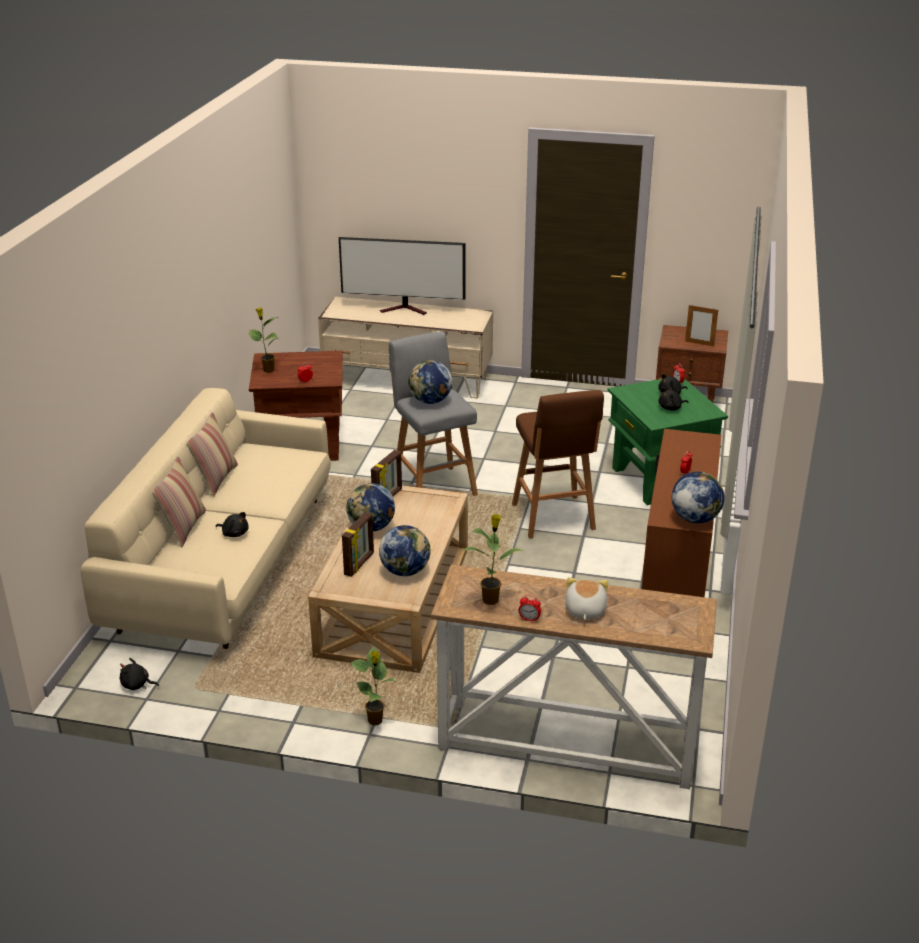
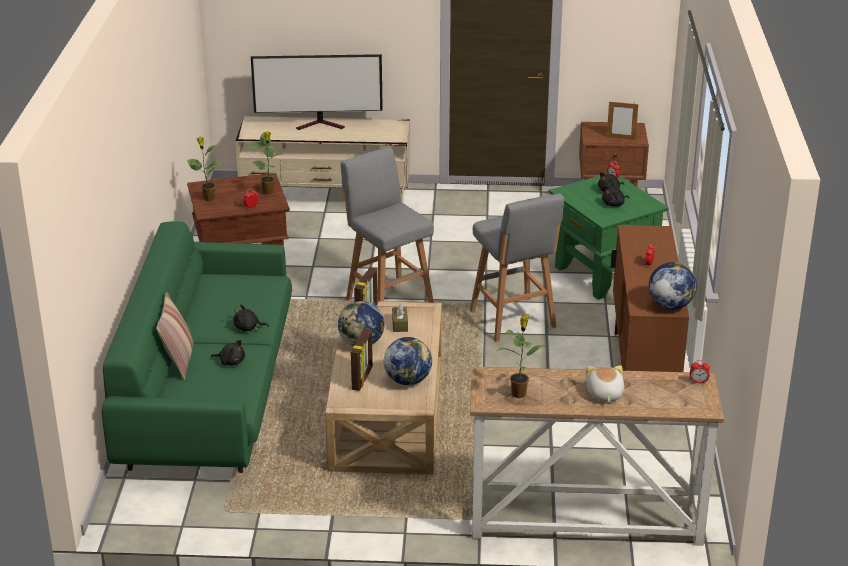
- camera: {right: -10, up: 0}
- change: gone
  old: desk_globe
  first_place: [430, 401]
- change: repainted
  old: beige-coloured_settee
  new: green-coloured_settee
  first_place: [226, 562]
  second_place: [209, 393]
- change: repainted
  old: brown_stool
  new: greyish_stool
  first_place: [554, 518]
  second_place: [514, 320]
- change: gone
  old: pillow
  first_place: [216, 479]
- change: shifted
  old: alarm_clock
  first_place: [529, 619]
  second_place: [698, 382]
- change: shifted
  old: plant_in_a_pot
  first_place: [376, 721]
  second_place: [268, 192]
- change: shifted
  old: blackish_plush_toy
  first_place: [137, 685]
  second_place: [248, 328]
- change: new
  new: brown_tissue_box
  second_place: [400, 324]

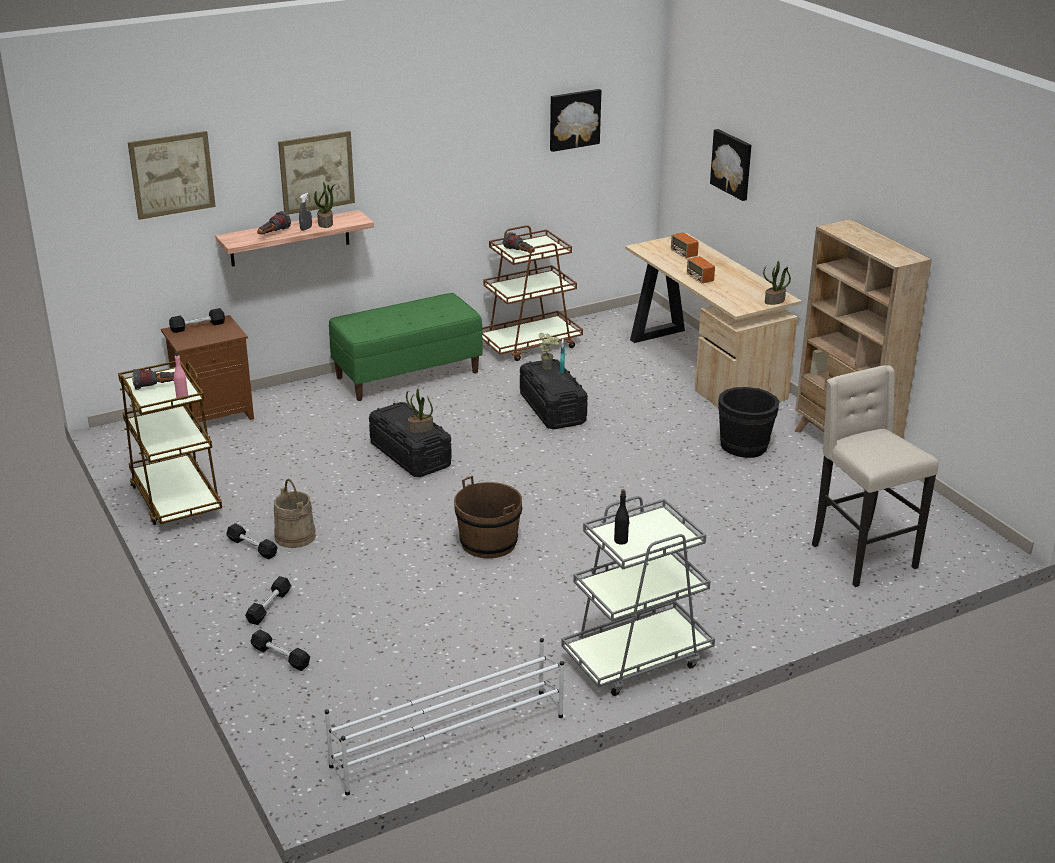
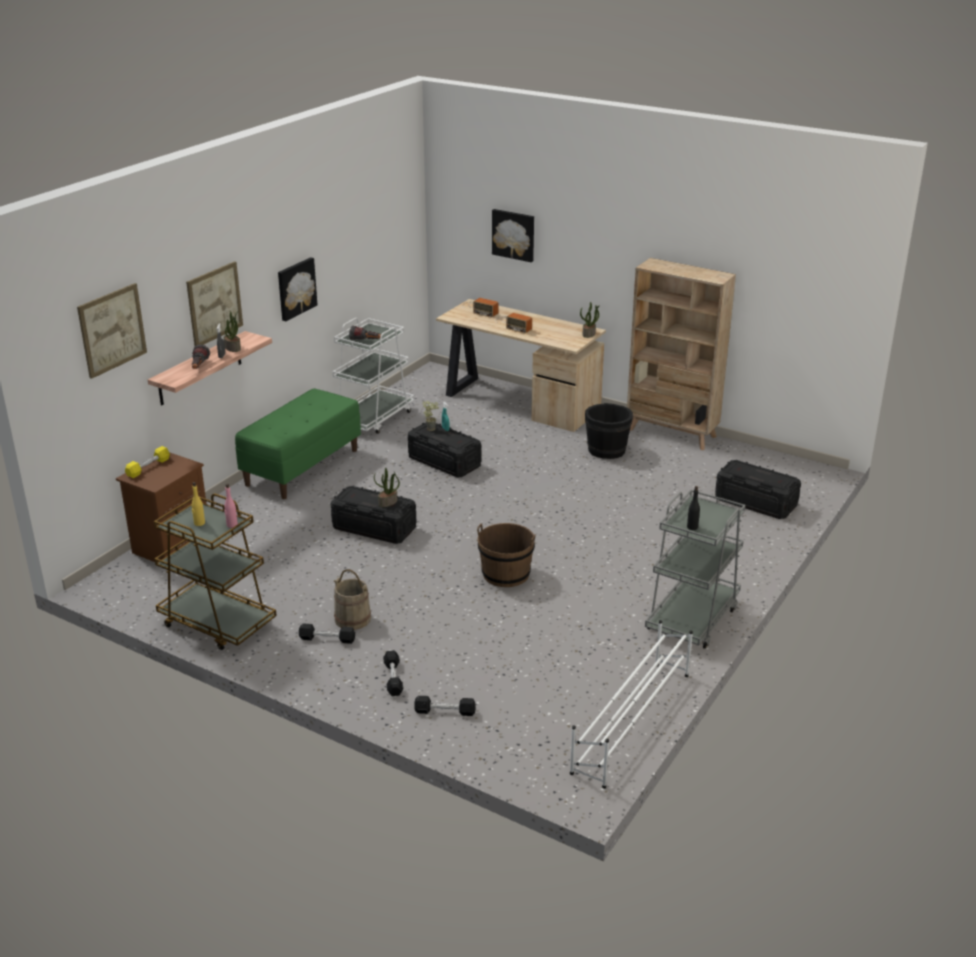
- camera: {right: -30, up: 0}
- change: shifted
  old: wall_picture
  first_place: [574, 119]
  second_place: [296, 288]
- change: repainted
  old: brown_wheeled_cart
  new: whitish_wheeled_cart
  first_place: [530, 344]
  second_place: [374, 418]
- change: repainted
  old: blackish_free_weight
  new: yellow-coloured_free_weight
  first_place: [198, 326]
  second_place: [148, 467]
- change: swapped
  old: beige-coloured_stool
  new: blackish_storage_container
  first_place: [860, 556]
  second_place: [755, 502]
- change: swapped
  old: flashlight
  new: yellow-coloured_drink_bottle
  first_place: [157, 387]
  second_place: [199, 523]

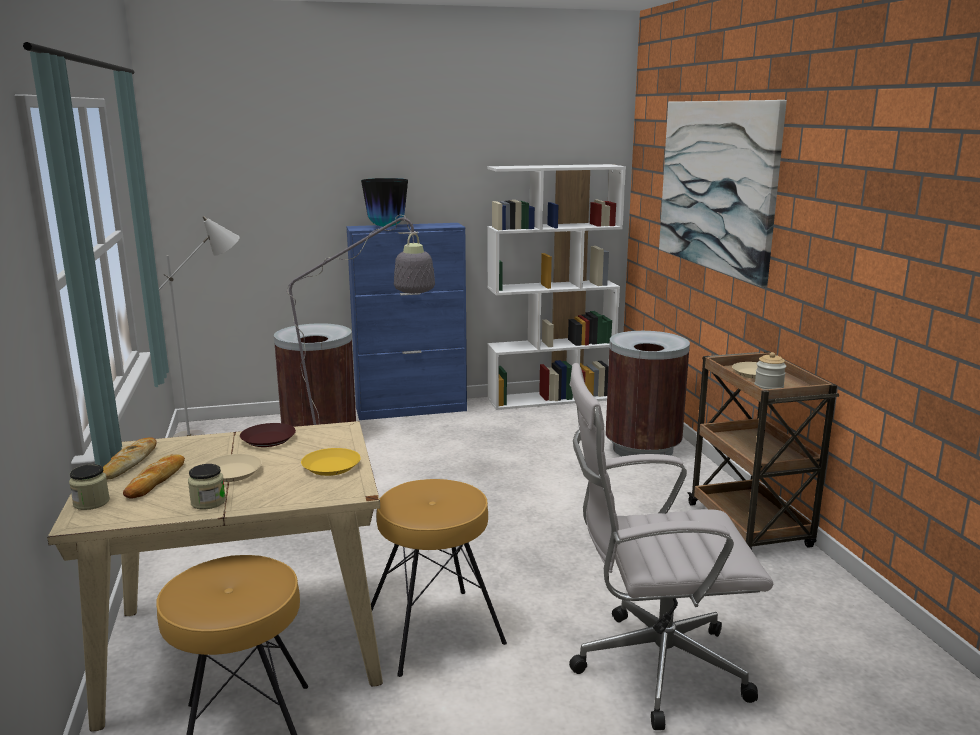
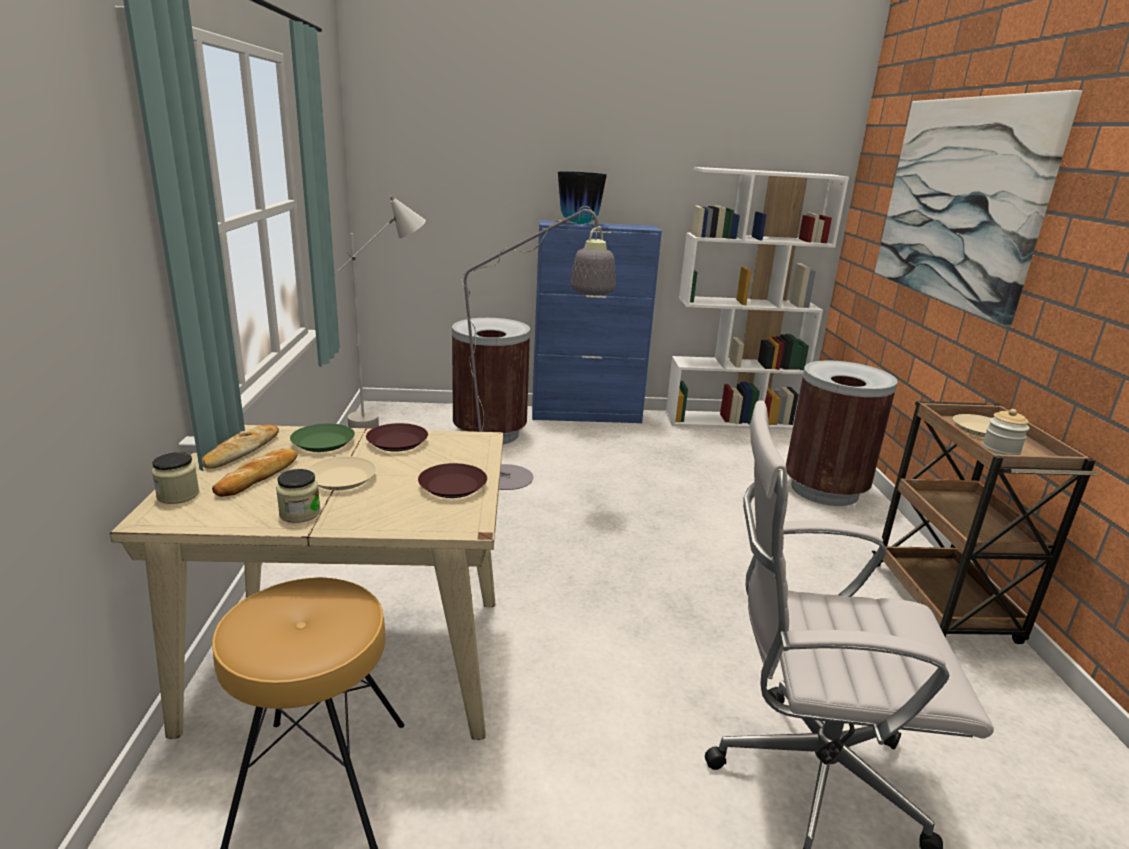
- camera: {right: 10, up: 5}
- change: repainted
  old: yellow-coloured_flat_dish
  new: brown_flat_dish
  first_place: [330, 466]
  second_place: [452, 486]
- change: gone
  old: brown_stool
  first_place: [434, 631]
- change: new
  new: green-coloured_flat_dish
  second_place: [322, 443]

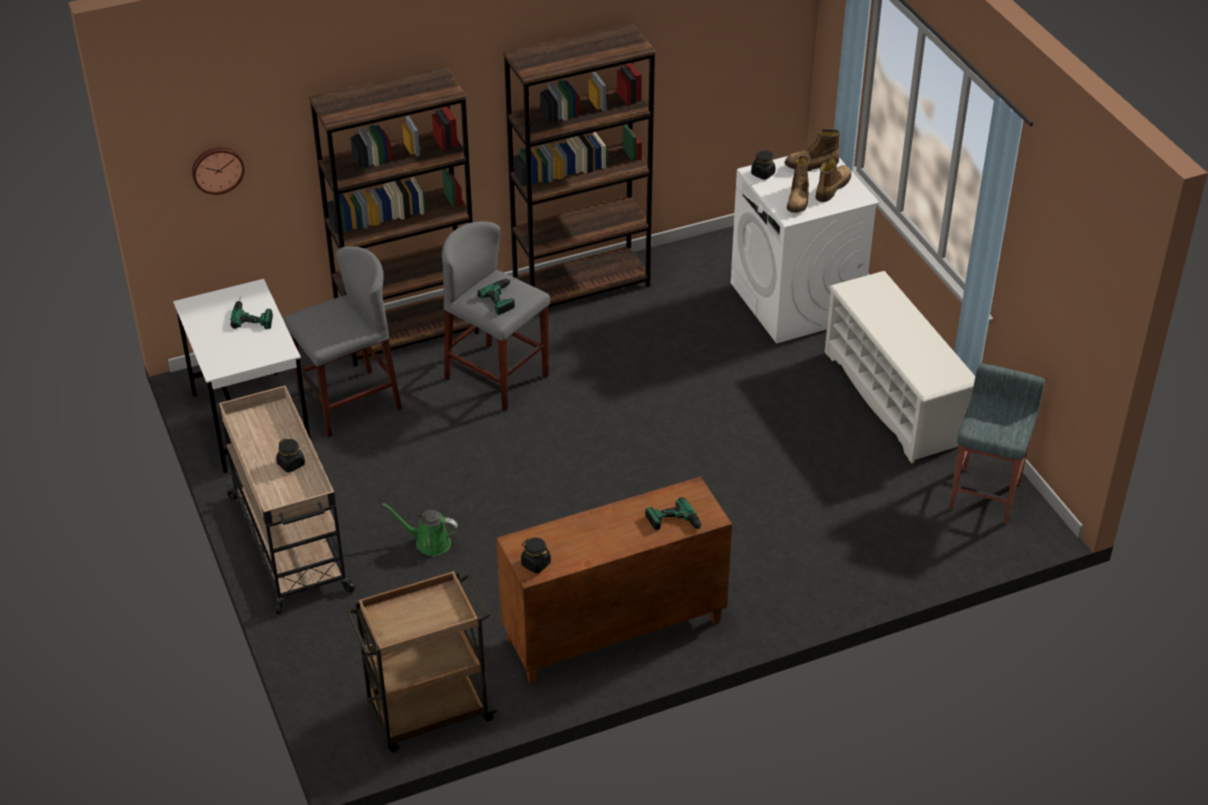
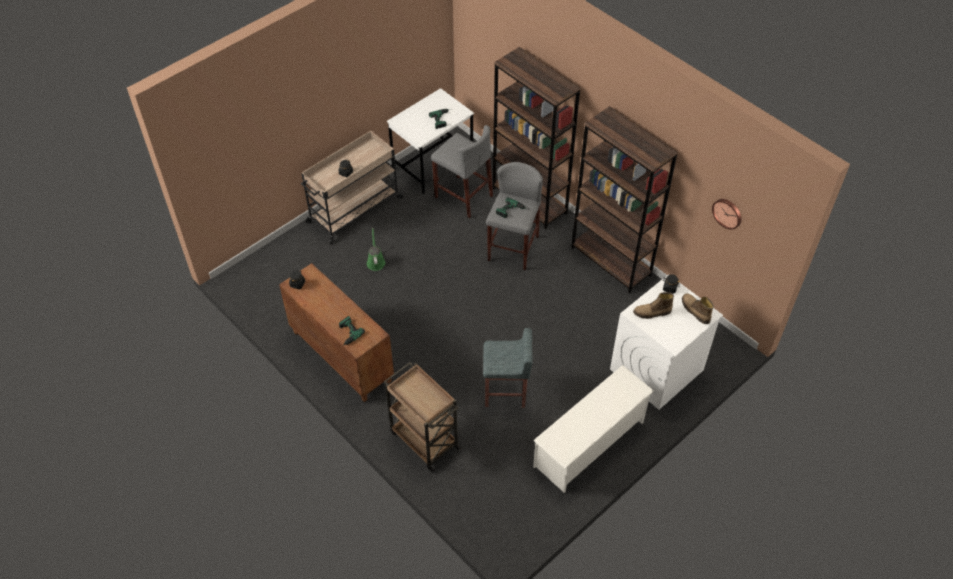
- camera: {right: 70, up: 10}
- change: shifted
  old: wall_clock
  first_place: [217, 169]
  second_place: [727, 213]
- change: gone
  old: boot
  first_place: [832, 188]
- change: shifted
  old: greyish_stool
  first_place: [985, 494]
  second_place: [506, 392]
- change: shifted
  old: brown_wheeled_cart
  first_place: [427, 713]
  second_place: [424, 439]

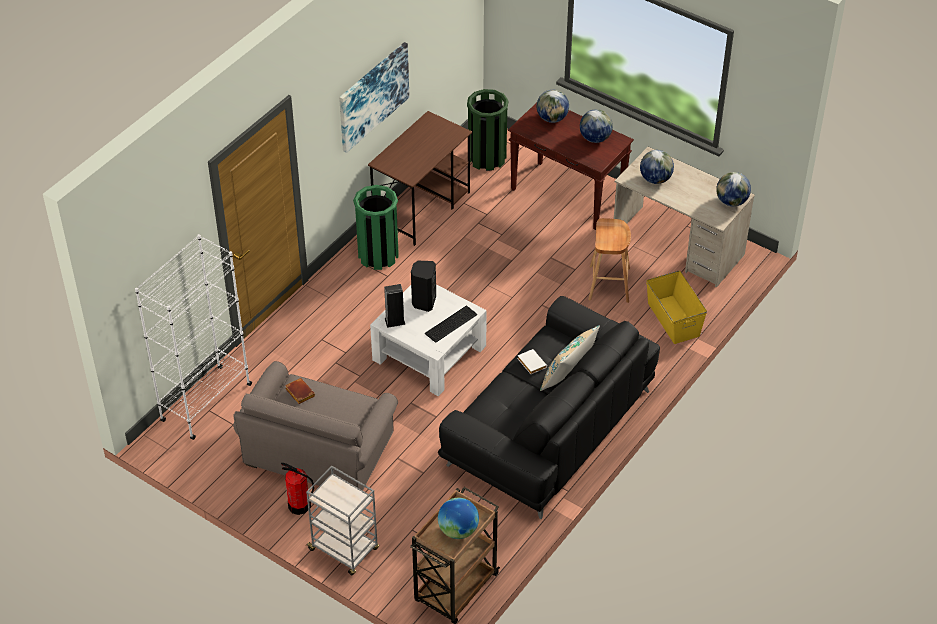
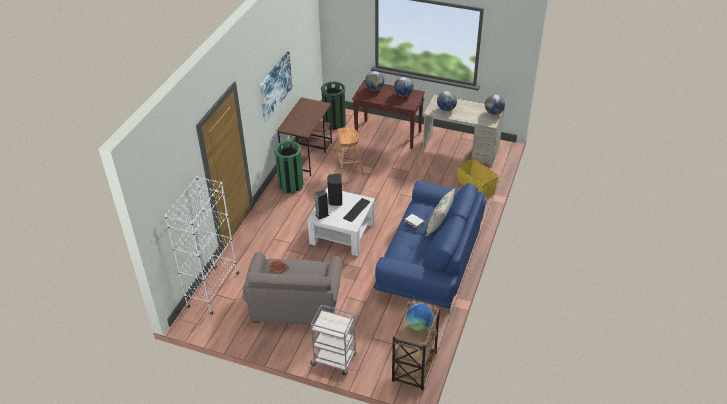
- camera: {right: -15, up: -5}
- change: shifted
  old: brown_stool
  first_place: [609, 283]
  second_place: [349, 167]
- change: repainted
  old: blackish_settee
  new: bluish_settee
  first_place: [548, 428]
  second_place: [431, 260]
- change: gone
  old: extinguisher
  first_place: [299, 506]

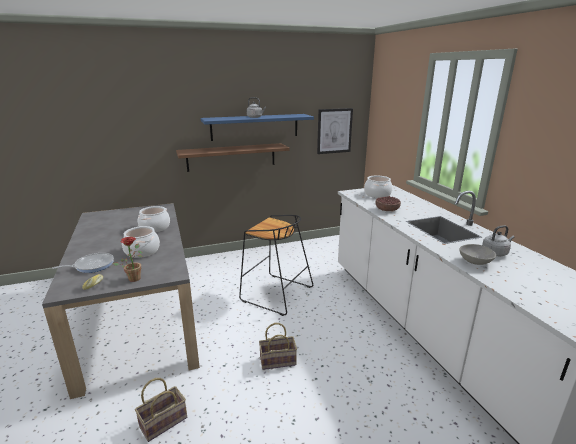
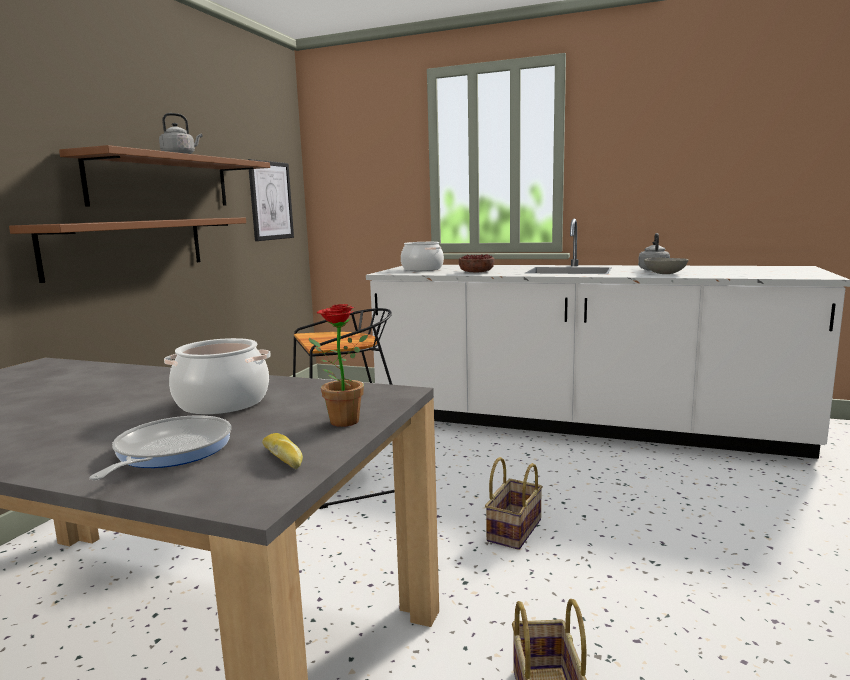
- camera: {right: -50, up: -10}
- change: repainted
  old: bluish_shelf
  new: brown_shelf
  first_place: [255, 127]
  second_place: [162, 182]
- change: gone
  old: stockpot
  first_place: [155, 227]

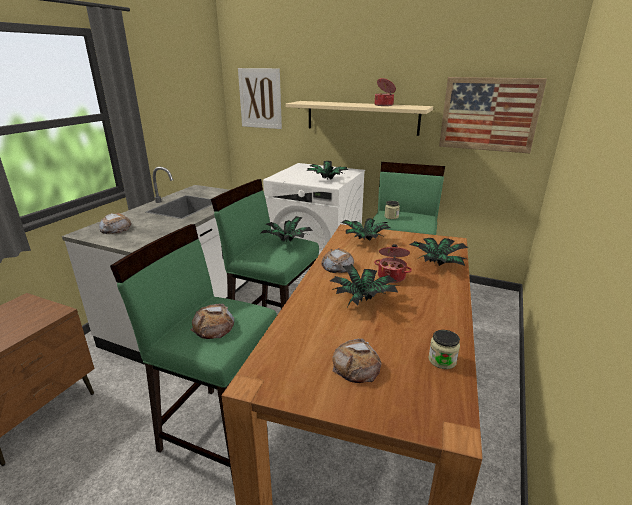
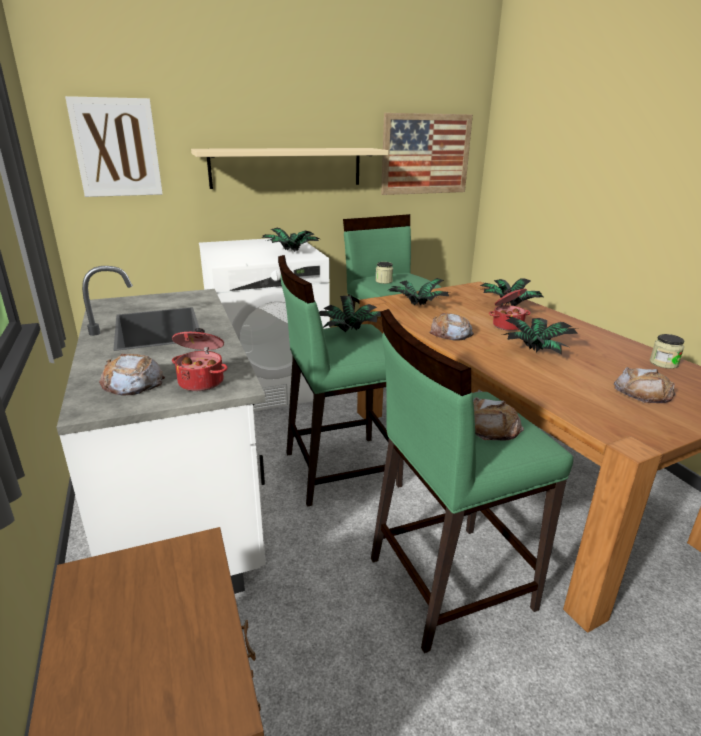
- camera: {right: -45, up: 0}
- change: shifted
  old: stockpot
  first_place: [384, 105]
  second_place: [202, 381]

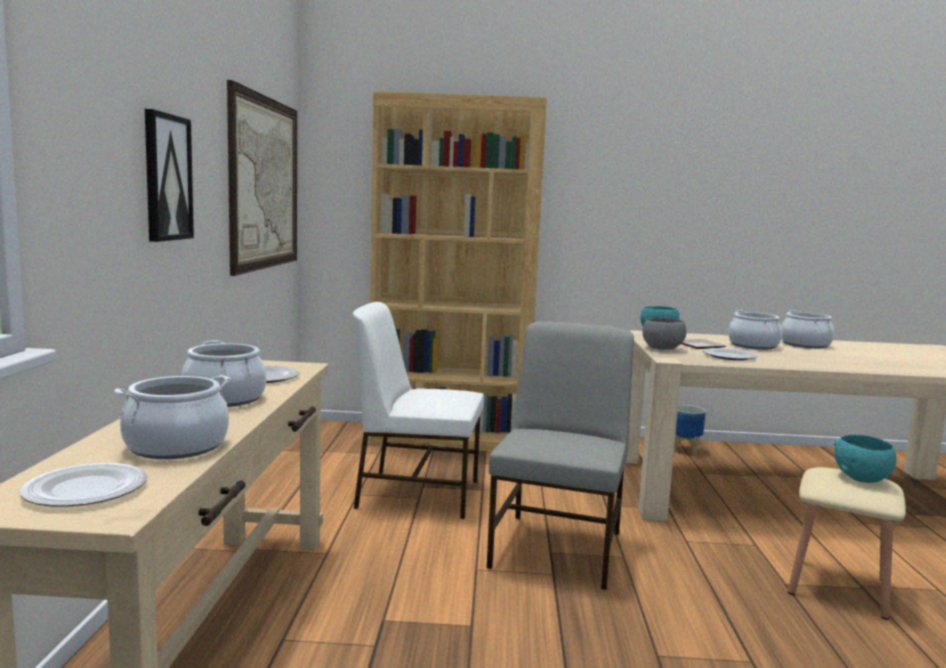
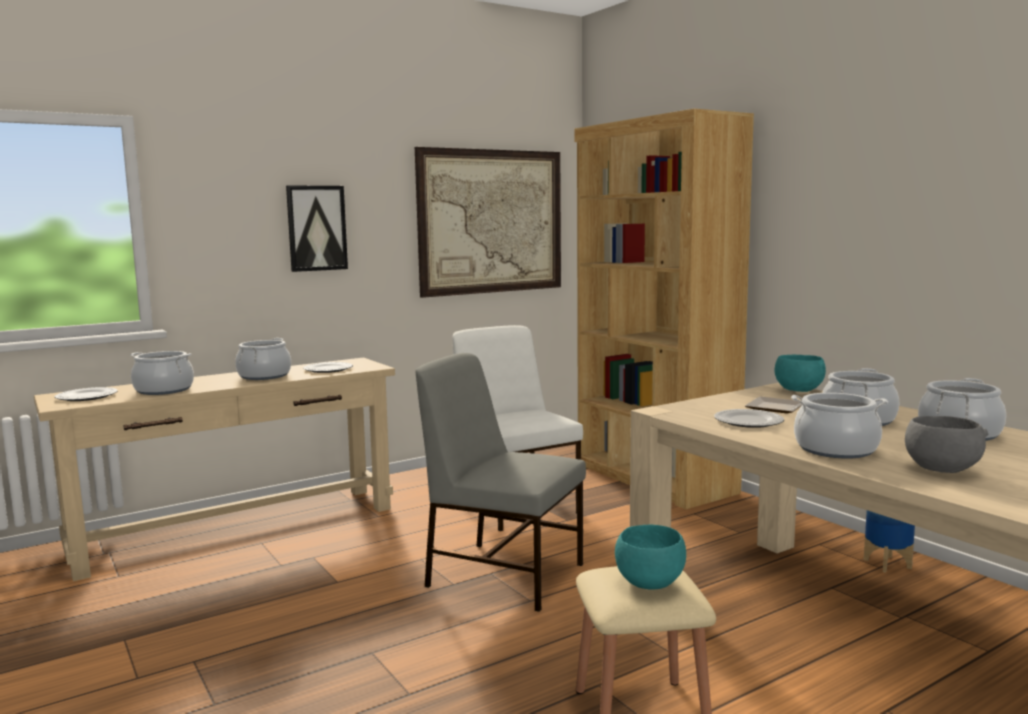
- camera: {right: 55, up: 0}
- change: shifted
  old: greyish_deep_dish
  first_place: [662, 349]
  second_place: [940, 469]
- change: rotated
  old: greyish_plain_chair
  first_place: [558, 548]
  second_place: [503, 574]
  degrees: -135
- change: new
  new: stockpot
  second_place: [835, 449]

